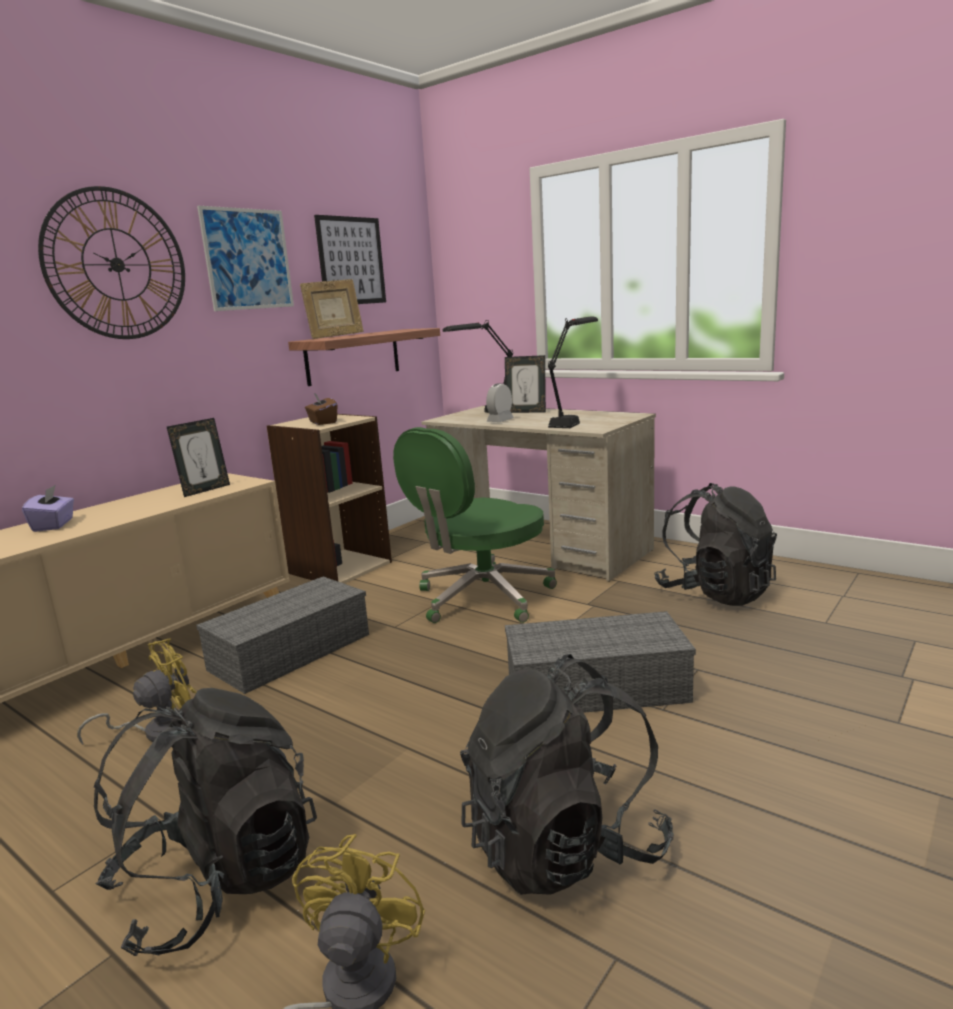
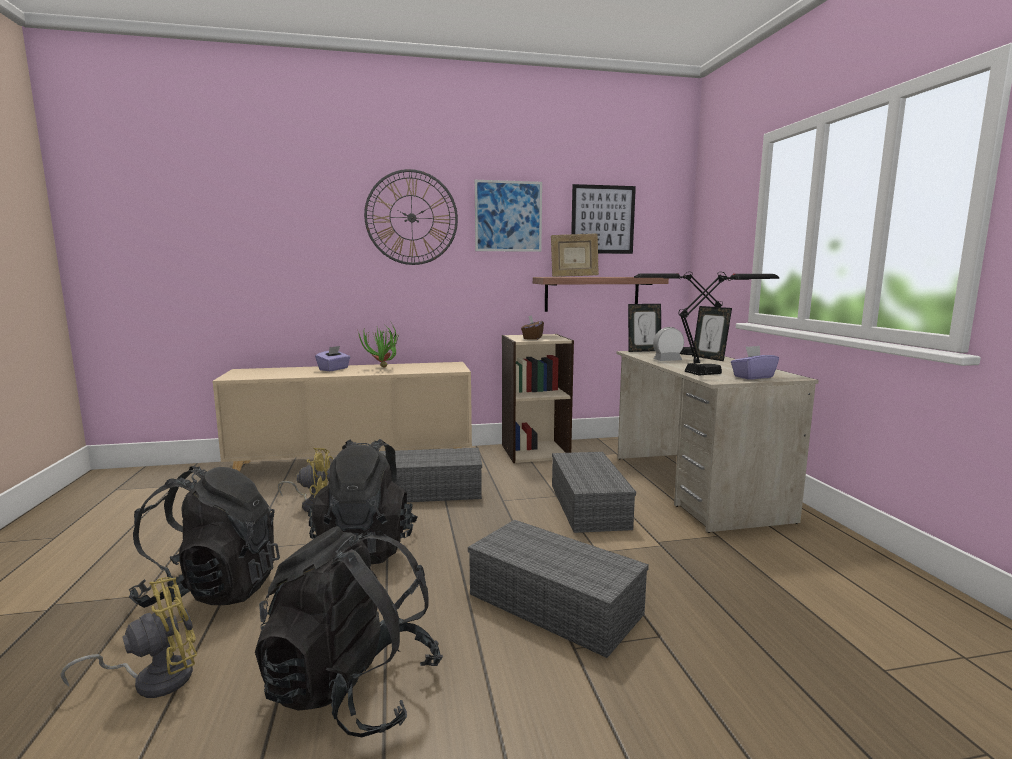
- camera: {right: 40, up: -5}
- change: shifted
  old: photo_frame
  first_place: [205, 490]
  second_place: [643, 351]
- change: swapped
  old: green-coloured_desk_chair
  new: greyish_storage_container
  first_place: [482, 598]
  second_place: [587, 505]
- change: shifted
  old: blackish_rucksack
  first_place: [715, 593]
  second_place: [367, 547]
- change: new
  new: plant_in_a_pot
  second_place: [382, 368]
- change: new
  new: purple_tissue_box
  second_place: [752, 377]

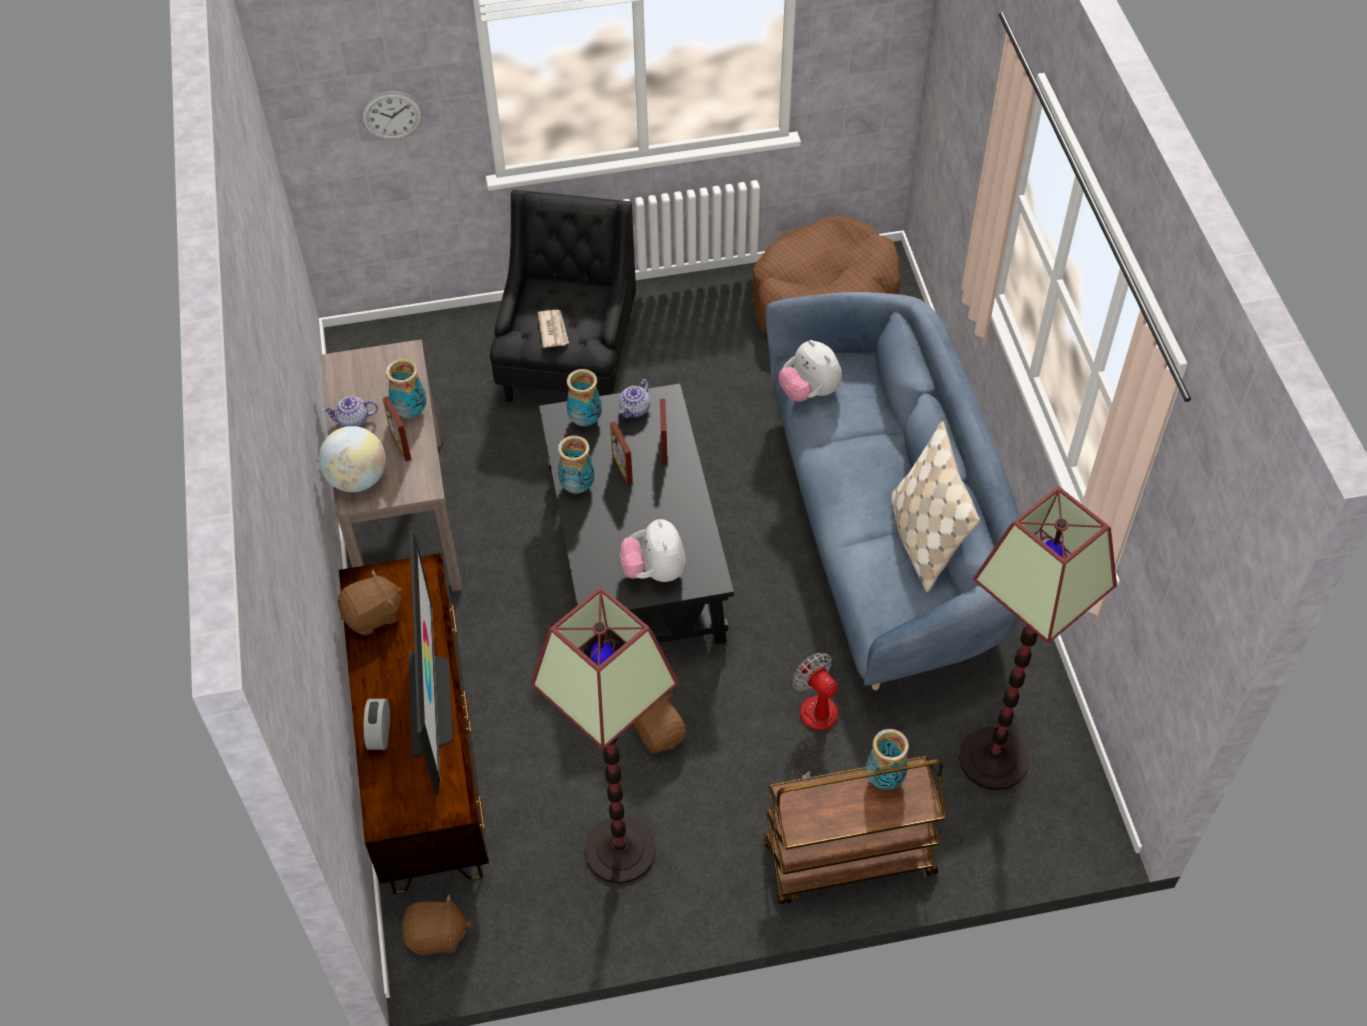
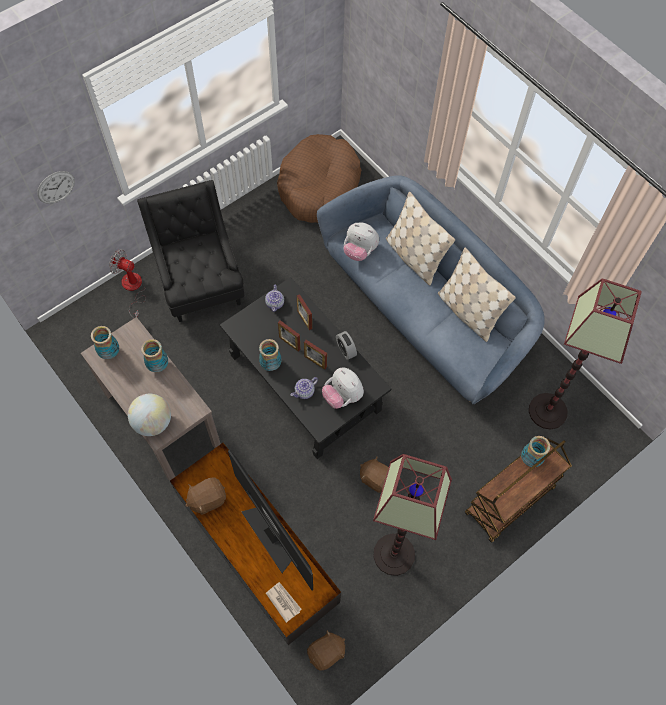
- camera: {right: -30, up: 10}
- change: shifted
  old: daily_paper
  first_place: [553, 330]
  second_place: [283, 601]
- change: shifted
  old: flower_vase
  first_place: [585, 419]
  second_place: [109, 352]
- change: shifted
  old: teapot
  first_place: [353, 420]
  second_place: [304, 392]
- change: shifted
  old: photo_frame
  first_place: [401, 445]
  second_place: [315, 361]
- change: rotated
  old: brown_plush_toy
  first_place: [373, 615]
  second_place: [207, 499]
  degrees: -150
- change: shifted
  old: electric_fan
  first_place: [815, 727]
  second_place: [132, 288]
- change: shifted
  old: alarm_clock
  first_place: [380, 733]
  second_place: [346, 350]
- change: new
  new: beige-coloured_pillow
  second_place: [414, 257]

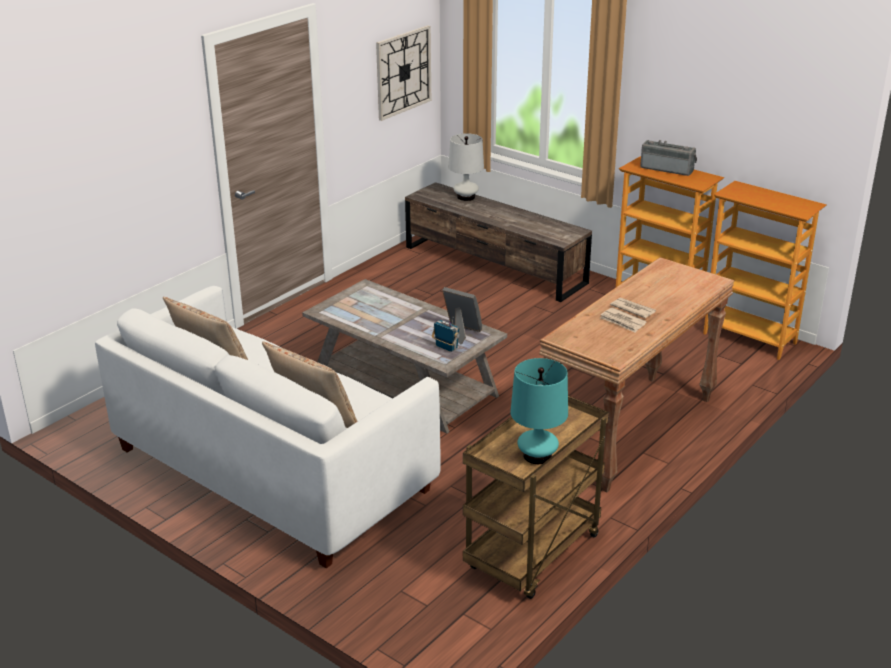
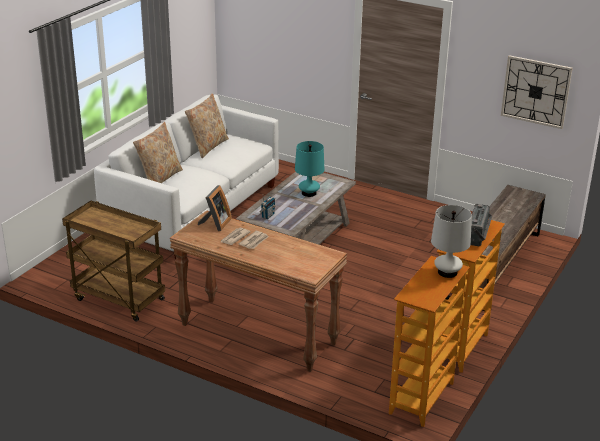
- camera: {right: 80, up: 0}
- change: shifted
  old: whitish_tabletop_lamp
  first_place: [466, 197]
  second_place: [447, 272]
- change: shifted
  old: photo_frame
  first_place: [461, 332]
  second_place: [215, 223]
- change: shifted
  old: blue-green_tabletop_lamp
  first_place: [537, 455]
  second_place: [309, 193]

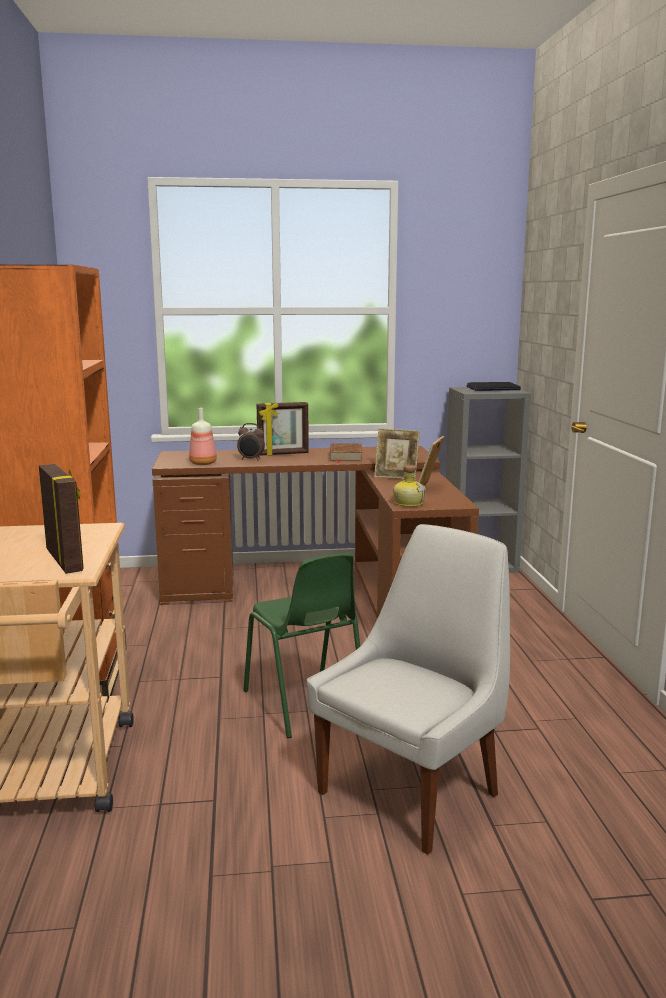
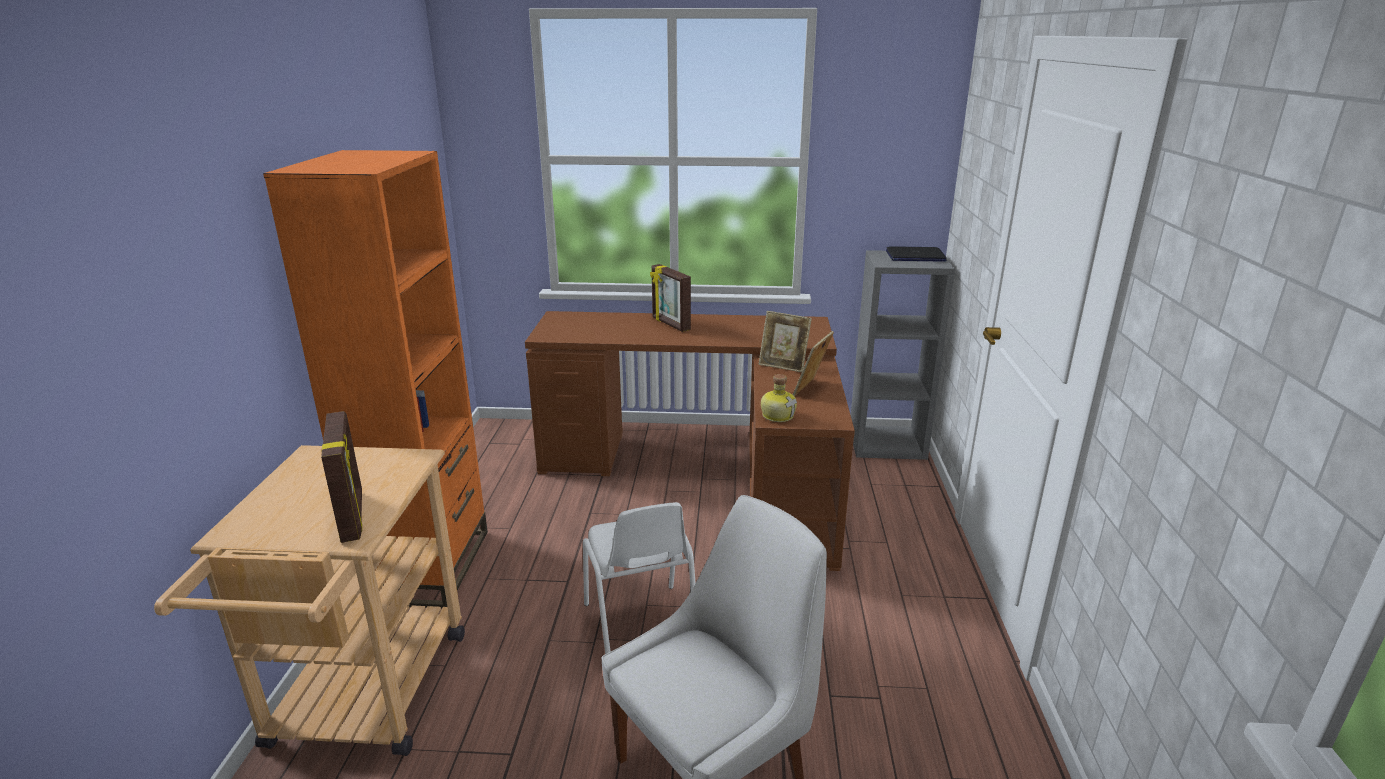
- camera: {right: 10, up: 10}
- change: rotated
  old: photo_frame
  first_place: [283, 454]
  second_place: [670, 324]
  degrees: 60
- change: gone
  old: drink_bottle
  first_place: [203, 463]
- change: gone
  old: alarm_clock
  first_place: [251, 459]
- change: gone
  old: brown_bound_book
  first_place: [345, 456]
- change: repainted
  old: green-coloured_plain_chair
  new: whitish_plain_chair
  first_place: [305, 704]
  second_place: [641, 631]

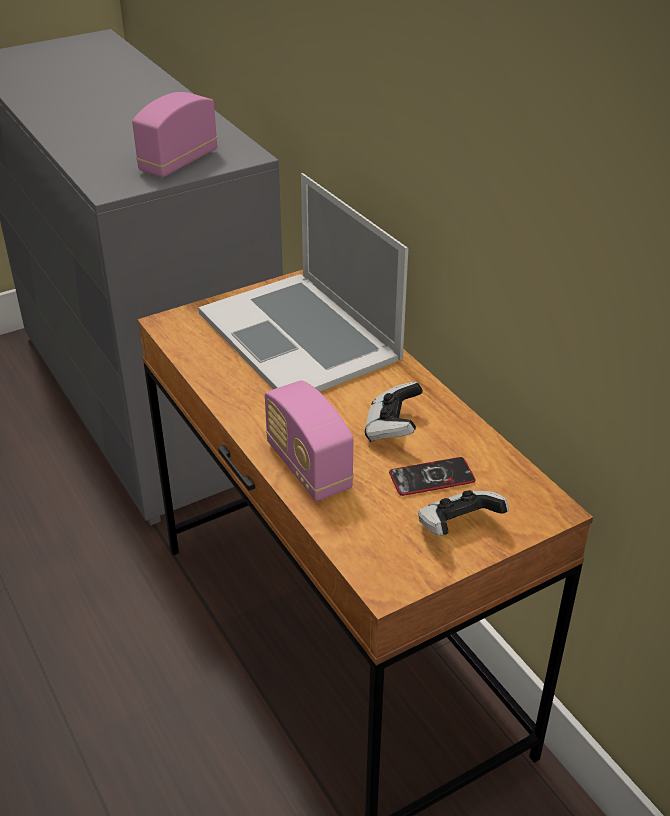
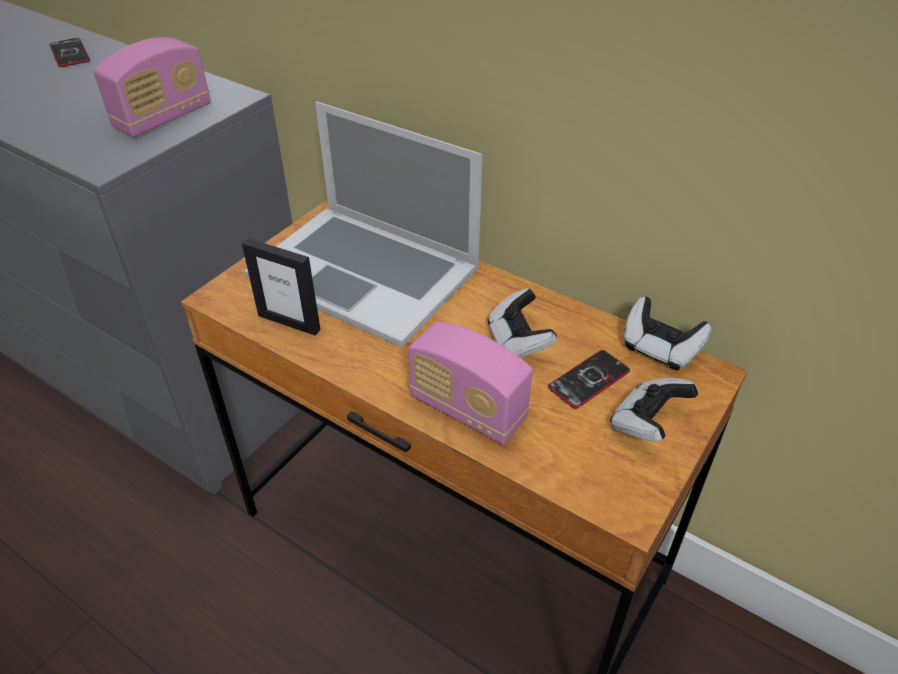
- camera: {right: -25, up: 5}
- change: rotated
  old: radio
  first_place: [178, 162]
  second_place: [163, 118]
  degrees: -150
- change: new
  new: telephone
  second_place: [70, 54]
- change: new
  new: photo_frame
  second_place: [289, 322]
- change: new
  new: game_controller
  second_place: [660, 348]

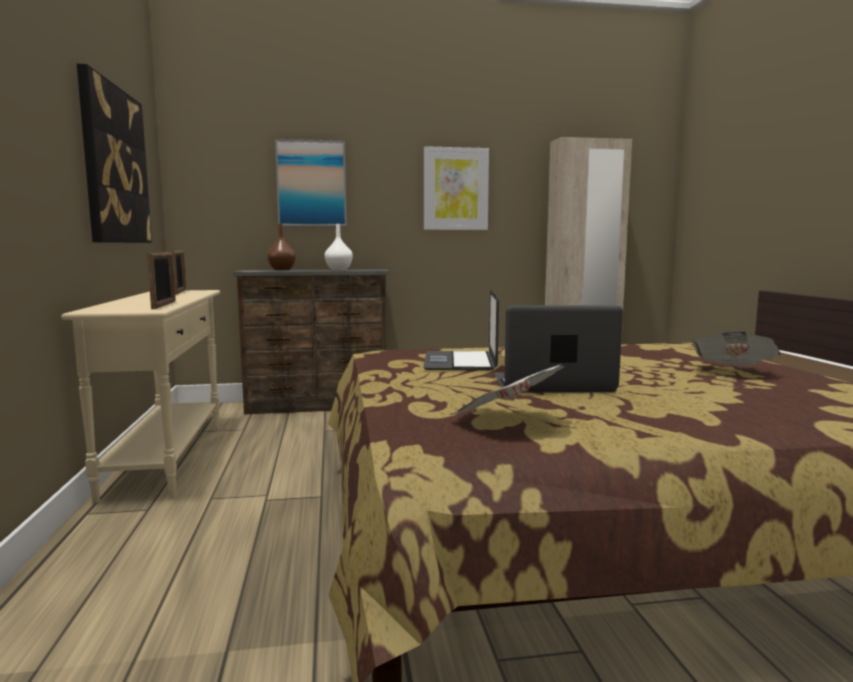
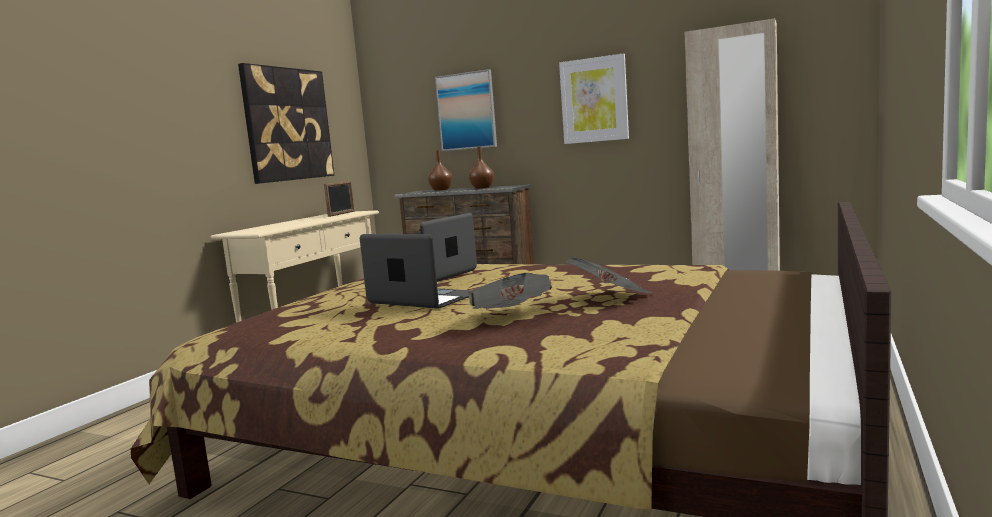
- camera: {right: 35, up: 0}
- change: repainted
  old: whitish_flower_vase
  new: brown_flower_vase
  first_place: [338, 269]
  second_place: [482, 188]
- change: gone
  old: photo_frame
  first_place: [164, 305]
- change: shifted
  old: daily_paper
  first_place: [505, 421]
  second_place: [511, 316]

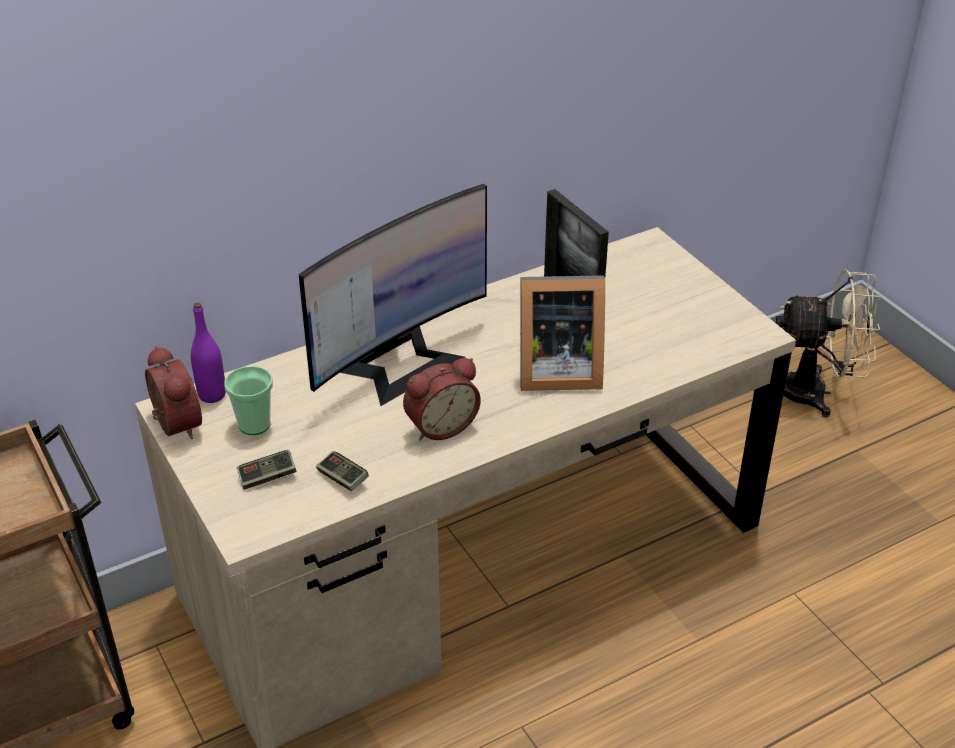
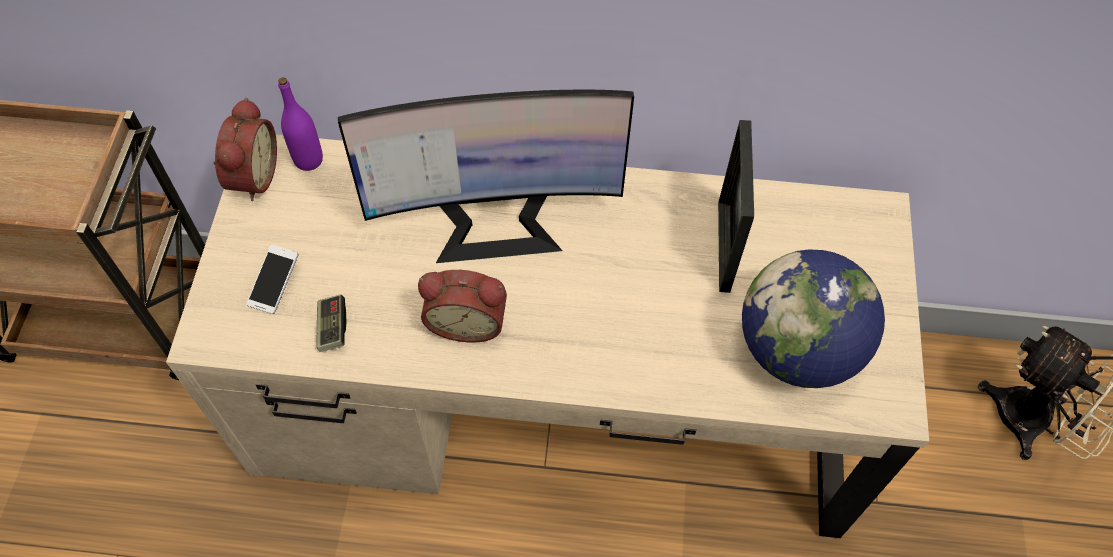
- camera: {right: 35, up: 20}
- change: gone
  old: photo_frame
  first_place: [555, 370]
- change: gone
  old: cup
  first_place: [254, 424]
- change: swapped
  old: game_controller
  new: telephone
  first_place: [267, 477]
  second_place: [274, 284]
- change: new
  new: desk_globe
  second_place: [797, 349]

